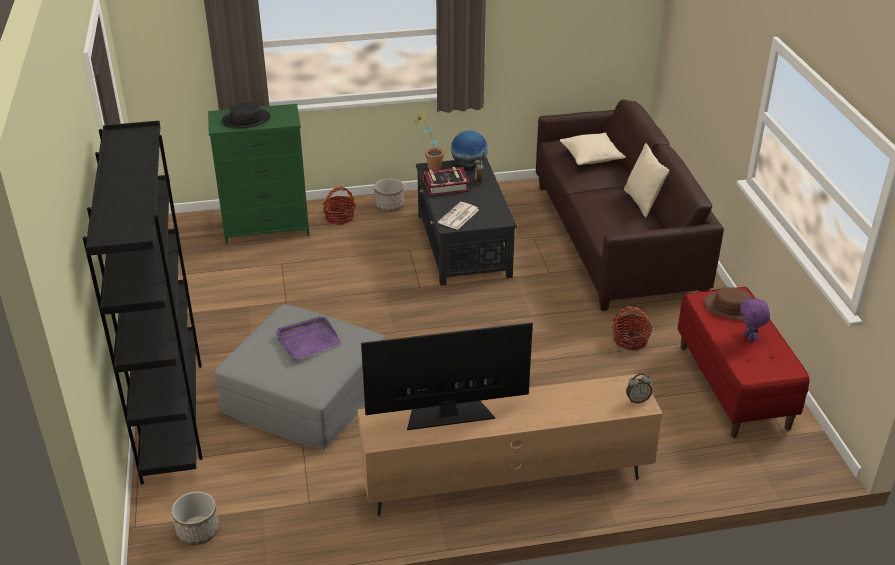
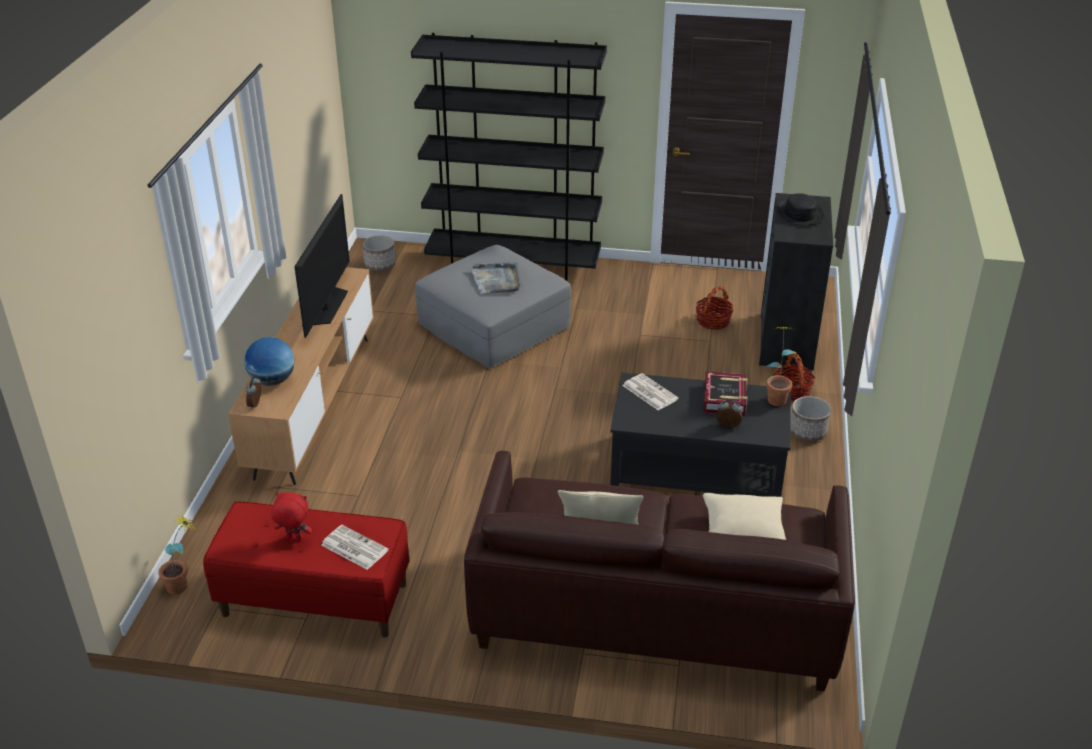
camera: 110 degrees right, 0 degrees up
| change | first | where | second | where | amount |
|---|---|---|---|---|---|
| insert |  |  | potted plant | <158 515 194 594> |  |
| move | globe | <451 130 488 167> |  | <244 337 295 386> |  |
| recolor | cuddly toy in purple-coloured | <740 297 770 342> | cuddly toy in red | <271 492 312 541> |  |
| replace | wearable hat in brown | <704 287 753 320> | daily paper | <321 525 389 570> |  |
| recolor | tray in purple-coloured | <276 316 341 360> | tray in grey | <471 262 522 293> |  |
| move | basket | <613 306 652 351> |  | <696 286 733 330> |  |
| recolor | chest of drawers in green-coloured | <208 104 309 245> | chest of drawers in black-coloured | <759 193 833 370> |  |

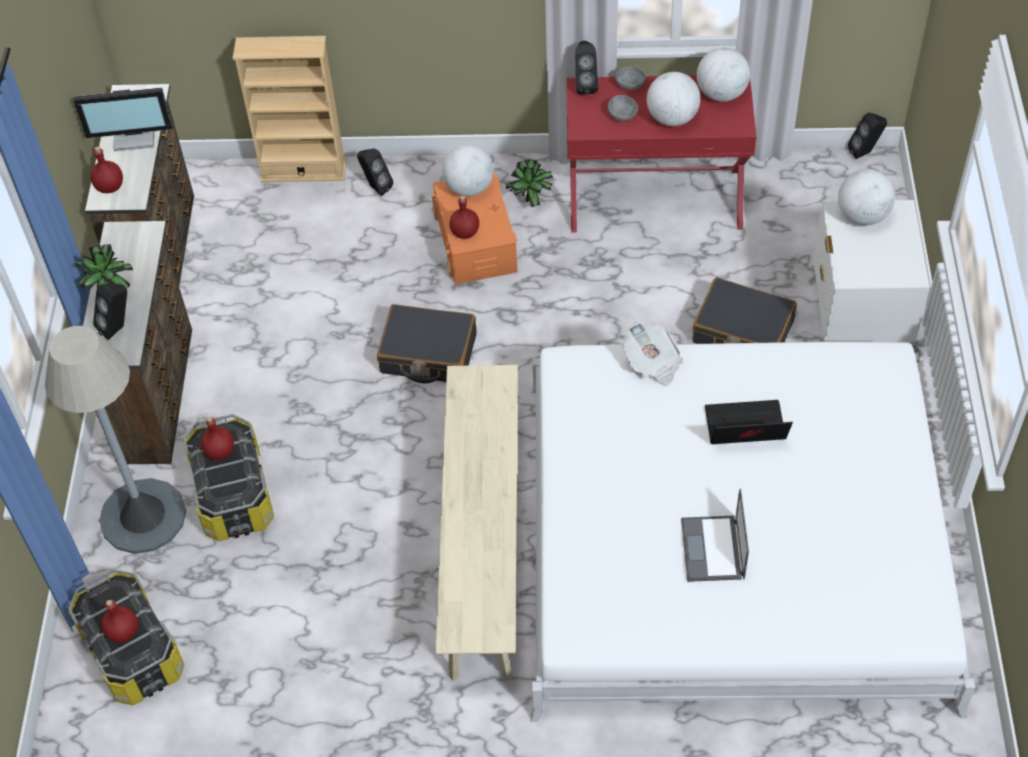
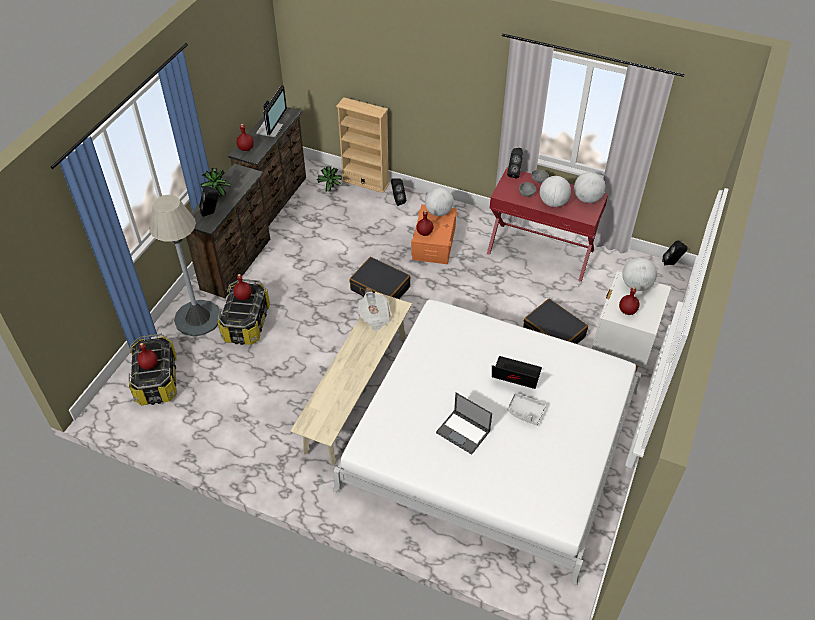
camera: 20 degrees right, 5 degrees down
| change | first | where | second | where | amount |
|---|---|---|---|---|---|
| rotate | monitor | <74 88 172 151> |  | <256 85 287 138> | 90 degrees counterclockwise |
| move | potted plant | <506 159 553 207> |  | <317 166 342 192> |  |
| move | daily paper | <623 322 683 386> |  | <358 292 391 331> |  |
| rotate | notebook computer | <681 489 749 582> |  | <436 393 492 455> | 75 degrees counterclockwise |
| insert |  |  | tray in grey | <507 393 546 426> |  |
| insert |  |  | bottle in red | <619 287 639 315> |  |

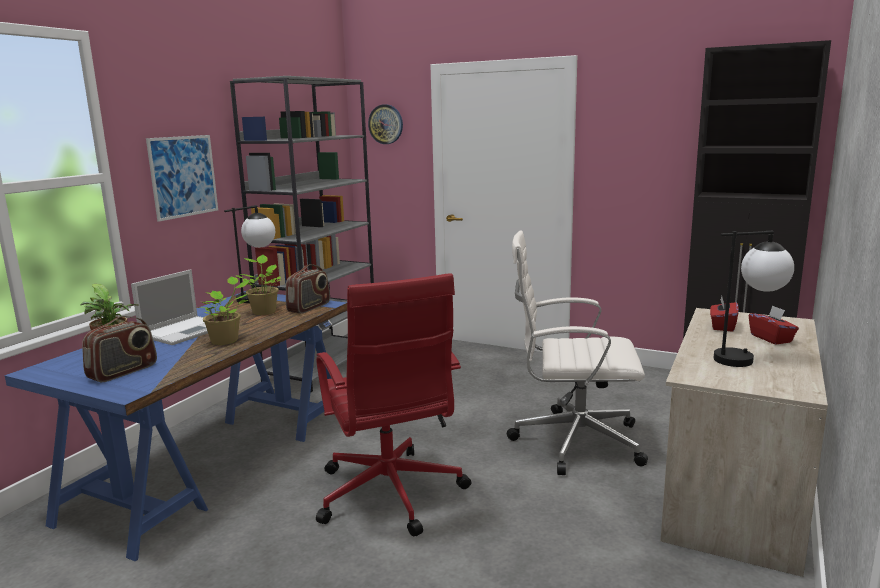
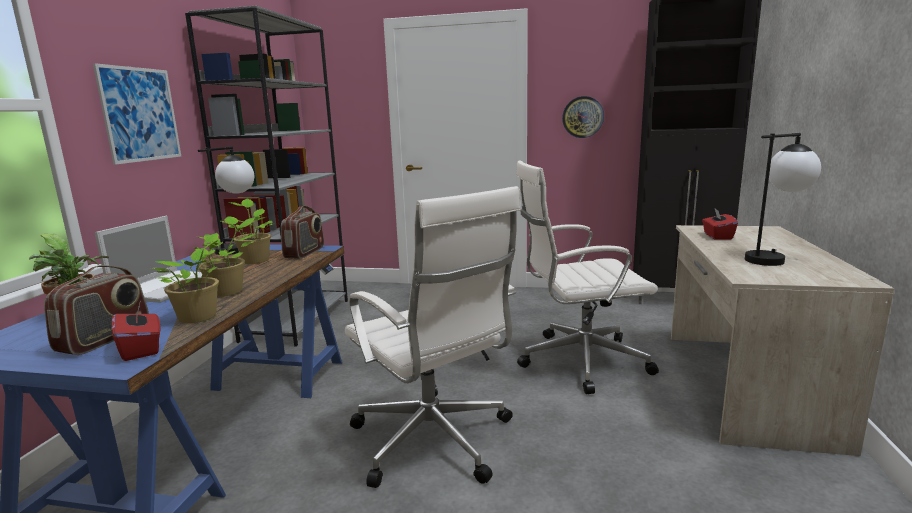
camera: 15 degrees left, 0 degrees up
| change | first | where | second | where | amount |
|---|---|---|---|---|---|
| move | tissue holder in red | <749 306 799 345> |  | <112 303 161 361> |  |
| insert |  |  | potted plant | <152 233 219 323> |  |
| recolor | computer chair in red | <316 273 471 537> | computer chair in whitish | <345 186 521 488> |  |
| move | hanging clock | <368 104 403 144> |  | <562 96 604 138> |  |

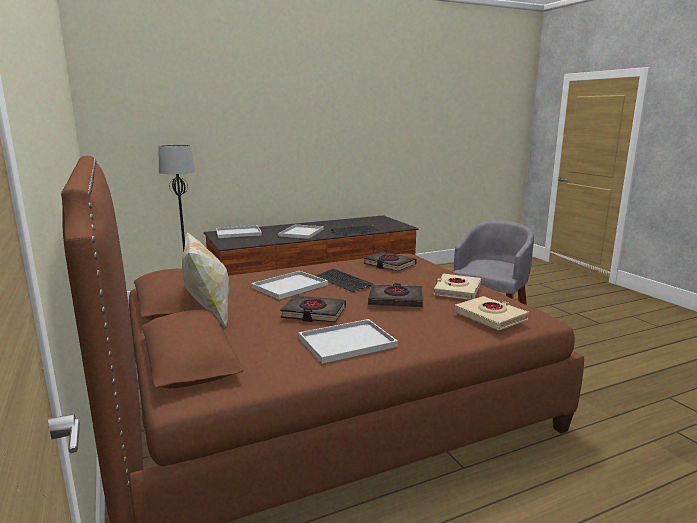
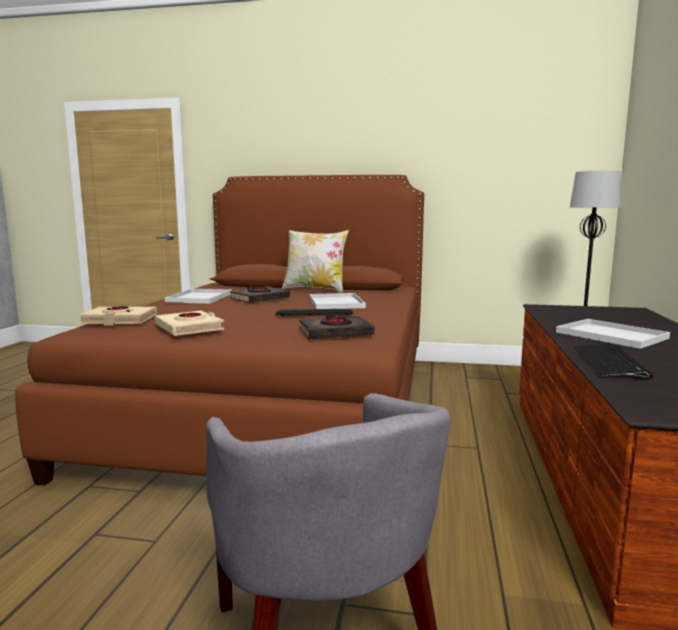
camera: 125 degrees right, 5 degrees down
| change | first | where | second | where | amount |
|---|---|---|---|---|---|
| delete | tray in whitish | <216 226 262 238> |  |  |  |
| delete | book in black-coloured | <368 283 423 307> |  |  |  |

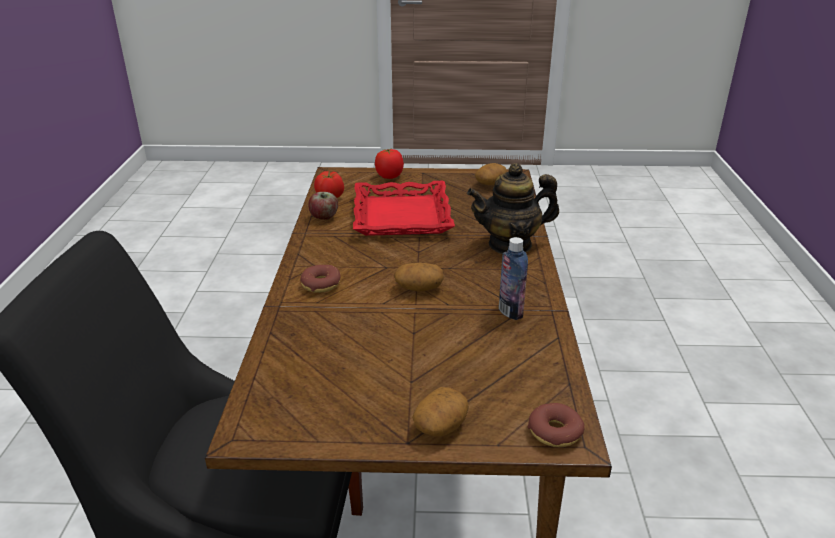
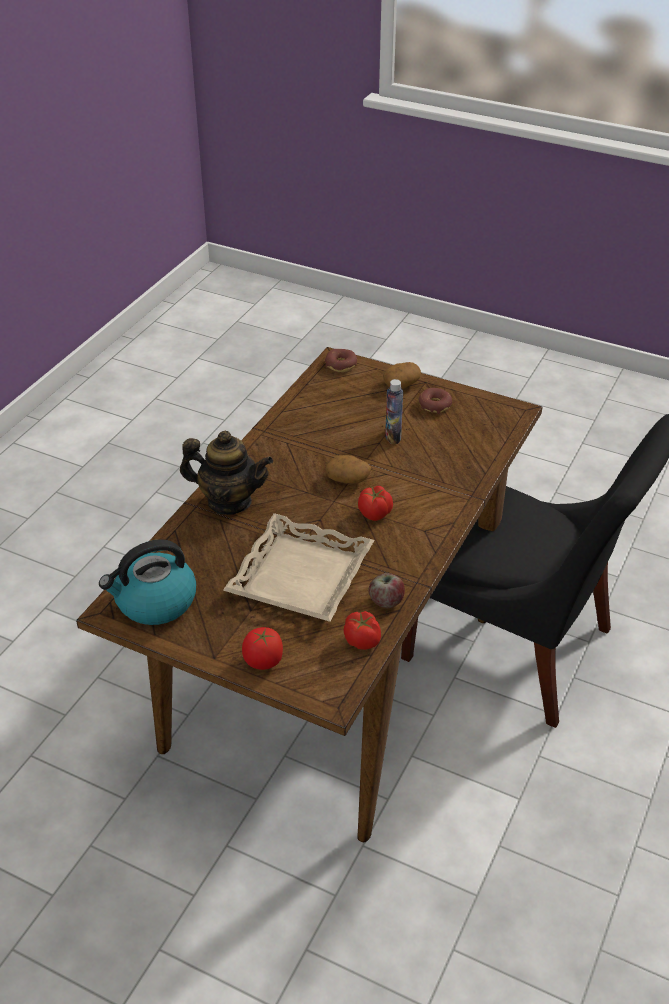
camera: 155 degrees left, 10 degrees up
| change | first | where | second | where | amount |
|---|---|---|---|---|---|
| replace | spud | <475 163 507 185> | water kettle | <99 539 196 625> |  |
| recolor | tray in red | <353 181 455 236> | tray in sand-coloured | <223 513 374 622> |  |
| insert |  |  | tomato | <358 486 393 521> |  |
| move | bottle | <499 237 528 320> |  | <385 379 403 444> |  |
| move | doughnut | <300 265 341 293> |  | <419 388 452 414> |  |

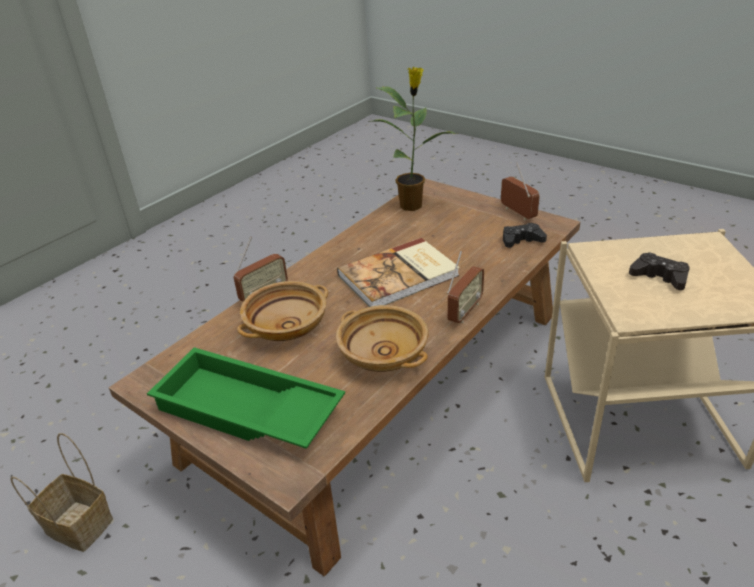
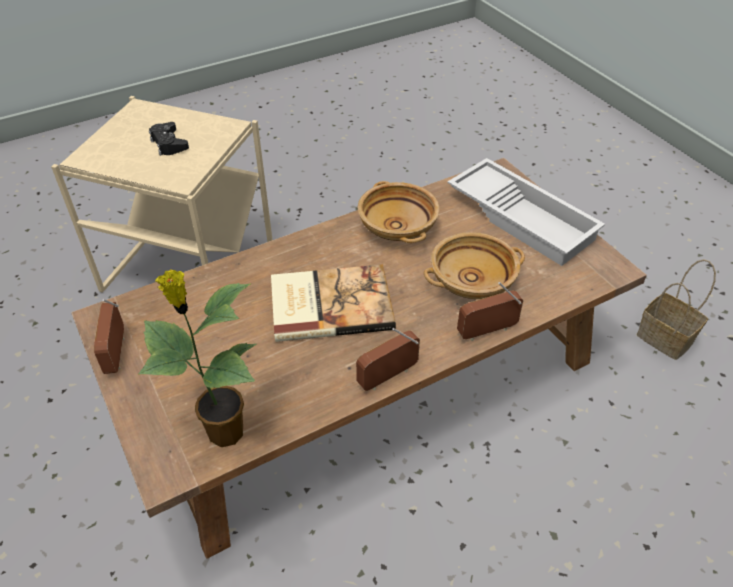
camera: 160 degrees left, 10 degrees up
| change | first | where | second | where | amount |
|---|---|---|---|---|---|
| move | radio set | <447 251 484 323> |  | <356 328 420 391> |  |
| recolor | tray in green-coloured | <147 347 345 449> | tray in whitish | <448 158 605 266> |  |
| delete | gamepad in black-coloured | <503 223 547 248> |  |  |  |

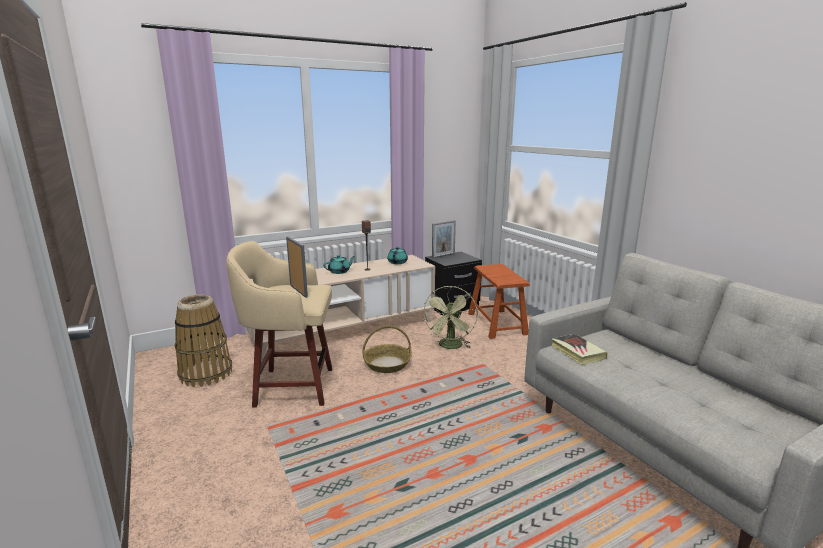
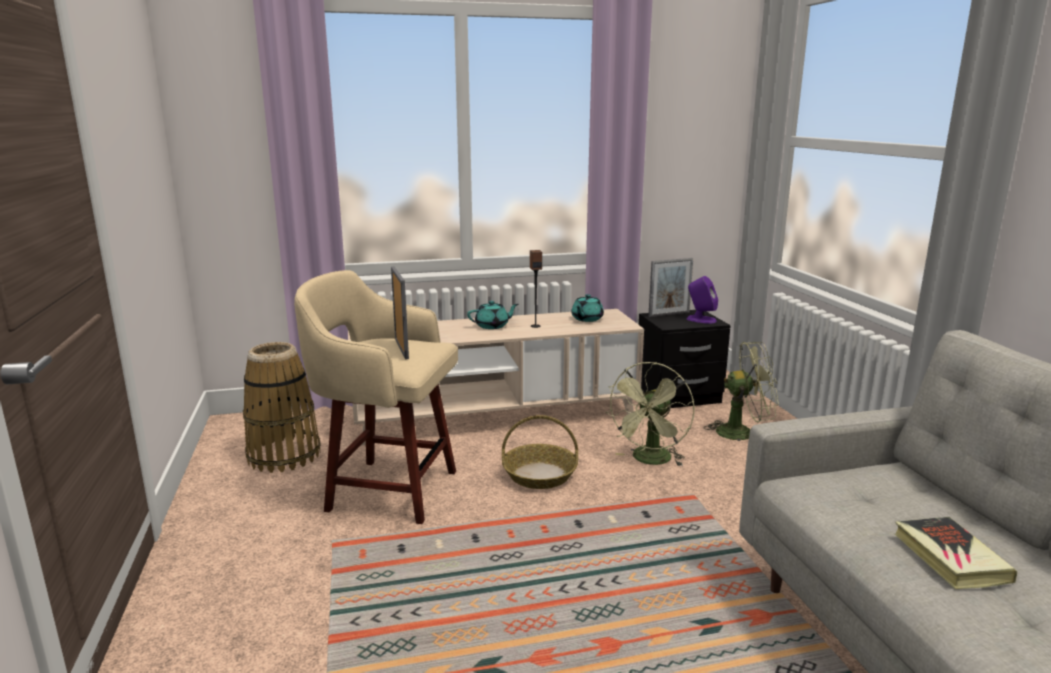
camera: 15 degrees right, 0 degrees up
| change | first | where | second | where | amount |
|---|---|---|---|---|---|
| insert |  |  | speaker in purple-coloured | <687 276 718 324> |  |
| replace | stool in brown | <468 264 530 339> | electric fan in green-coloured | <704 342 779 441> |  |
| move | book | <552 334 607 365> |  | <895 517 1017 589> |  |

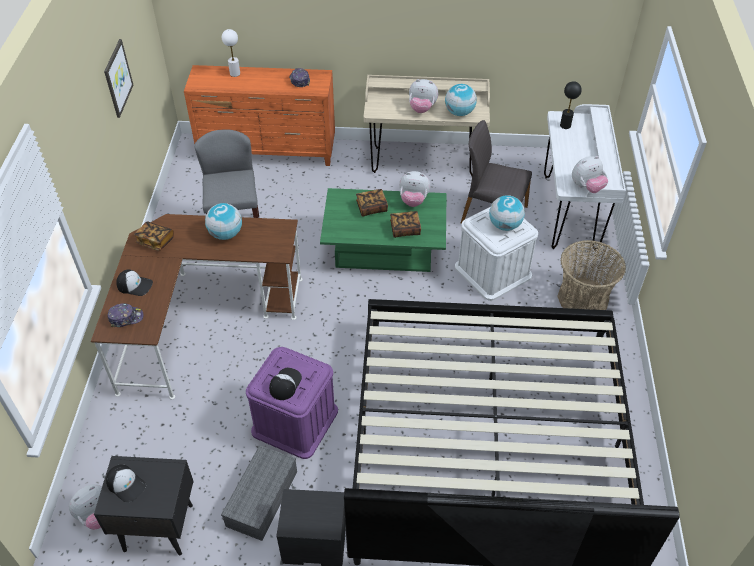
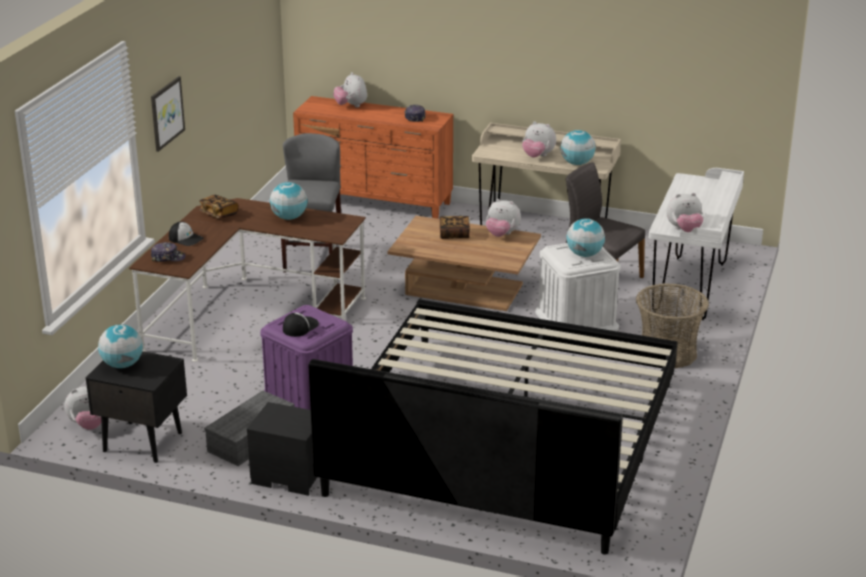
camera: 15 degrees right, 20 degrees down
| change | first | where | second | where | amount |
|---|---|---|---|---|---|
| replace | baseball cap | <106 464 146 502> | globe | <98 324 143 368> |  |
| move | wall picture | <104 39 133 118> |  | <151 76 185 152> |  |
| replace | table lamp in whitish | <222 29 240 77> | cuddly toy | <334 72 367 107> |  |
| recolor | coffee table in green-coloured | <320 188 447 272> | coffee table in brown | <388 216 541 311> |  |
| delete | book | <390 211 421 238> |  |  |  |
| delete | table lamp in black-coloured | <560 81 582 129> |  |  |  |

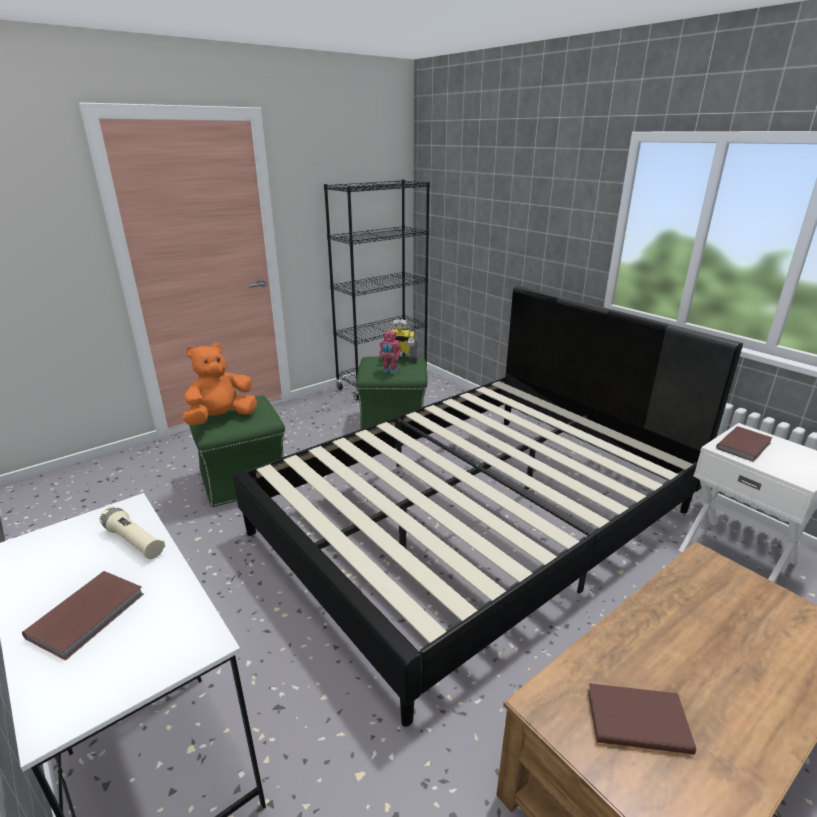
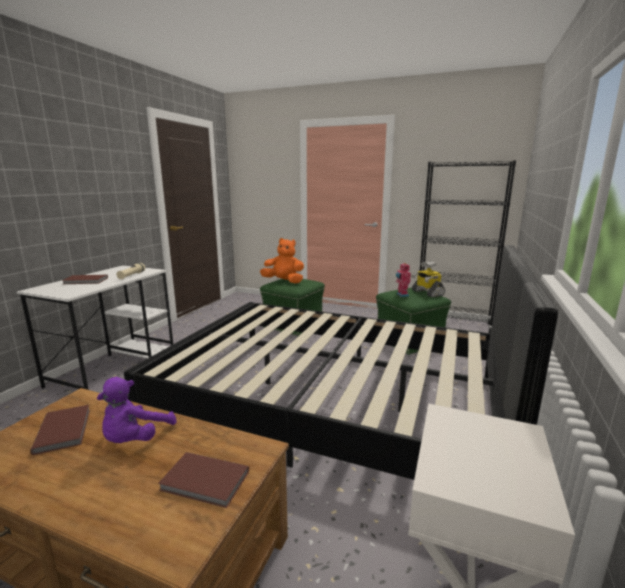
camera: 60 degrees right, 10 degrees down
| change | first | where | second | where | amount |
|---|---|---|---|---|---|
| insert |  |  | cuddly toy in purple-coloured | <97 377 176 443> |  |
| move | book in brown | <716 426 773 462> |  | <158 452 249 508> |  |

